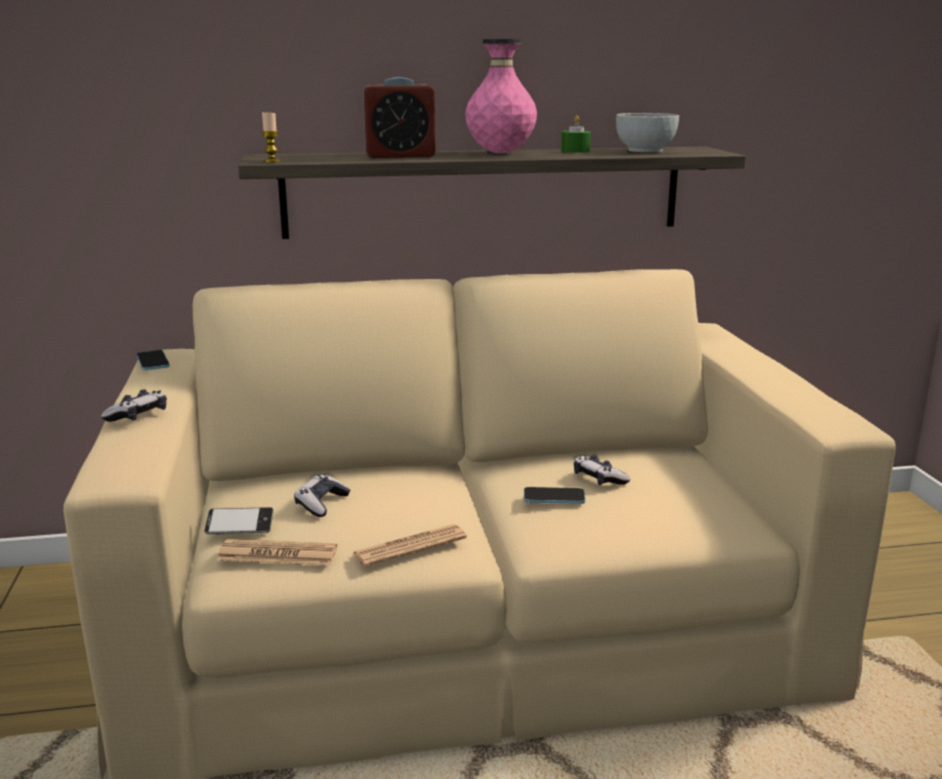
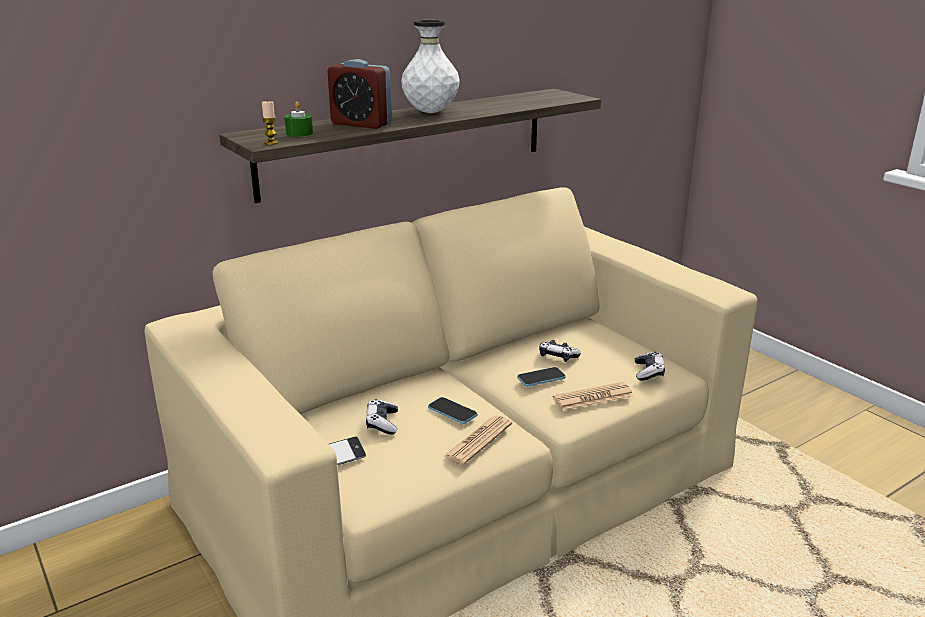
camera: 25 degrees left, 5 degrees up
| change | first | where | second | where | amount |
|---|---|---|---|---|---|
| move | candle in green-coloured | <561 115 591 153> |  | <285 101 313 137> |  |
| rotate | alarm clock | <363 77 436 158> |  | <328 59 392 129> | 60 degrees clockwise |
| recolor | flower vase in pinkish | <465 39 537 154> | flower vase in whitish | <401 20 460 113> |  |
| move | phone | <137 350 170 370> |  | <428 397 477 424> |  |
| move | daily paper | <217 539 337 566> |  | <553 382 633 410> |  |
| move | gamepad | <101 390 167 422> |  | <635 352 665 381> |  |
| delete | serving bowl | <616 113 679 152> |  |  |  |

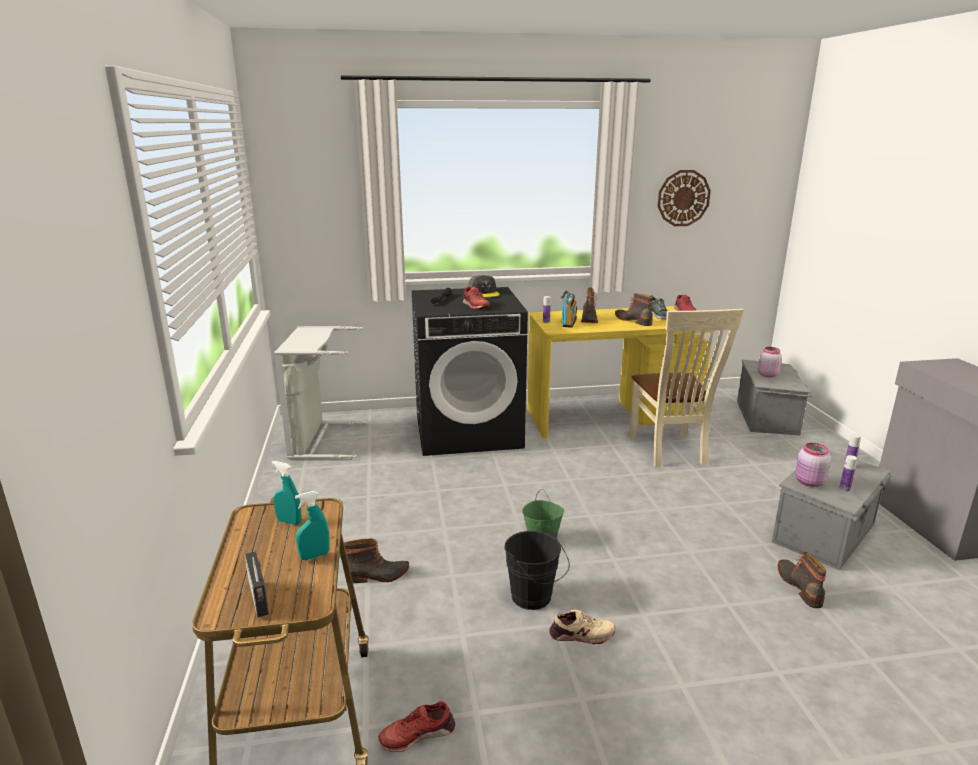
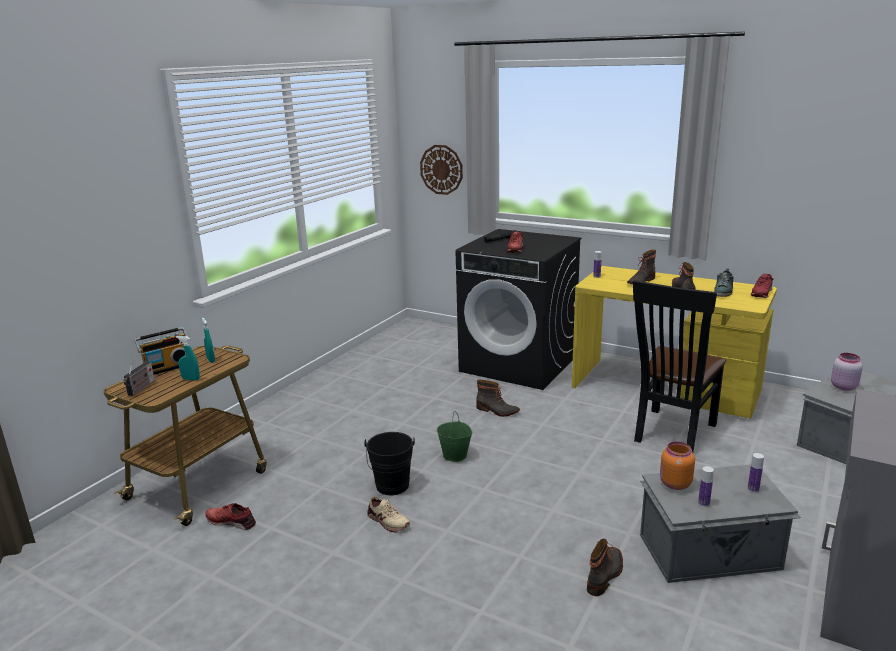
camera: 40 degrees right, 0 degrees up
| change | first | where | second | where | amount |
|---|---|---|---|---|---|
| move | radio set | <560 290 577 328> |  | <134 327 189 375> |  |
| move | hanging clock | <657 170 711 226> |  | <420 145 463 195> |  |
| move | boot | <344 539 409 583> |  | <476 380 520 417> |  |
| recolor | chair in sand-coloured | <629 309 744 467> | chair in black-coloured | <633 280 726 452> |  |
| recolor | jar in pinkish | <795 443 831 487> | jar in orangey | <660 442 695 490> |  |
| delete | hamper in grey | <274 326 370 459> |  |  |  |
| delete | baseball cap in grey | <468 275 500 298> |  |  |  |

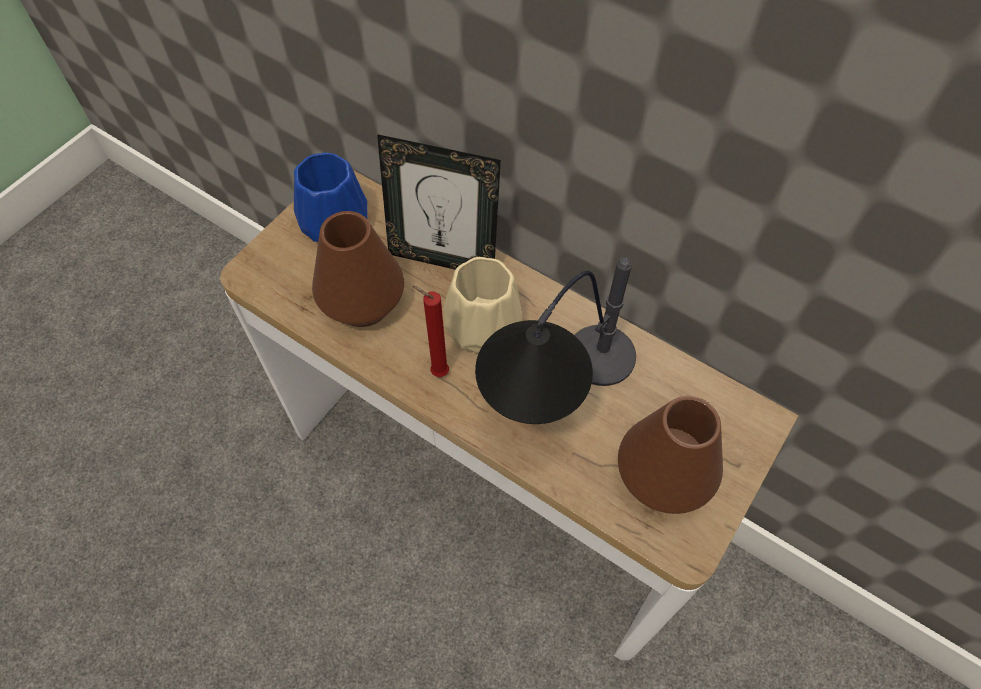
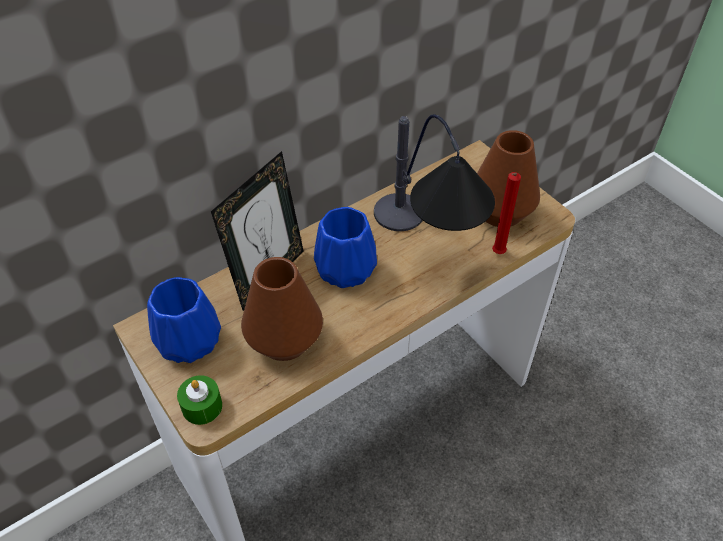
camera: 70 degrees left, 10 degrees down
| change | first | where | second | where | amount |
|---|---|---|---|---|---|
| insert |  |  | candle in green-coloured | <177 375 222 425> |  |
| recolor | flower vase in sand-coloured | <444 257 522 353> | flower vase in blue-coloured | <314 207 377 288> |  |
| move | candle in red | <413 286 449 377> |  | <492 172 521 254> |  |

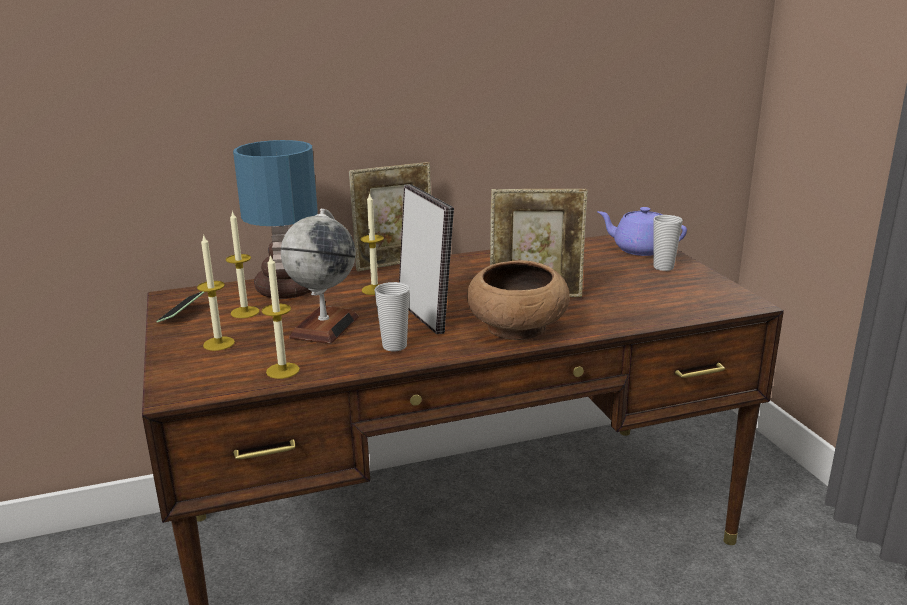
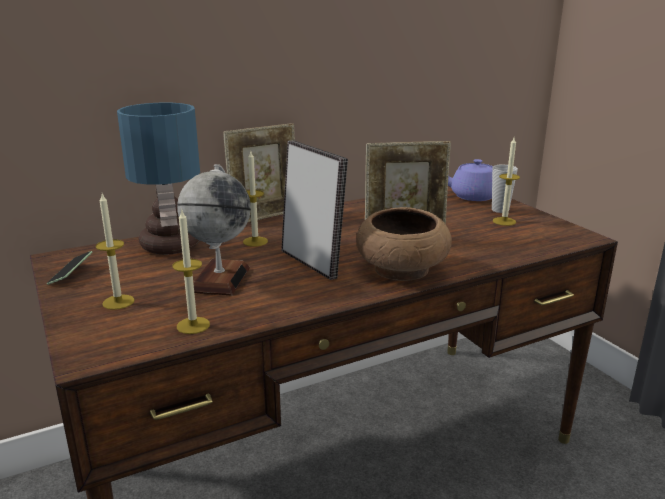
camera: 10 degrees left, 0 degrees up
| change | first | where | second | where | amount |
|---|---|---|---|---|---|
| move | candle | <226 210 260 318> |  | <493 138 520 226> |  |
| delete | small cup | <374 282 410 351> |  |  |  |

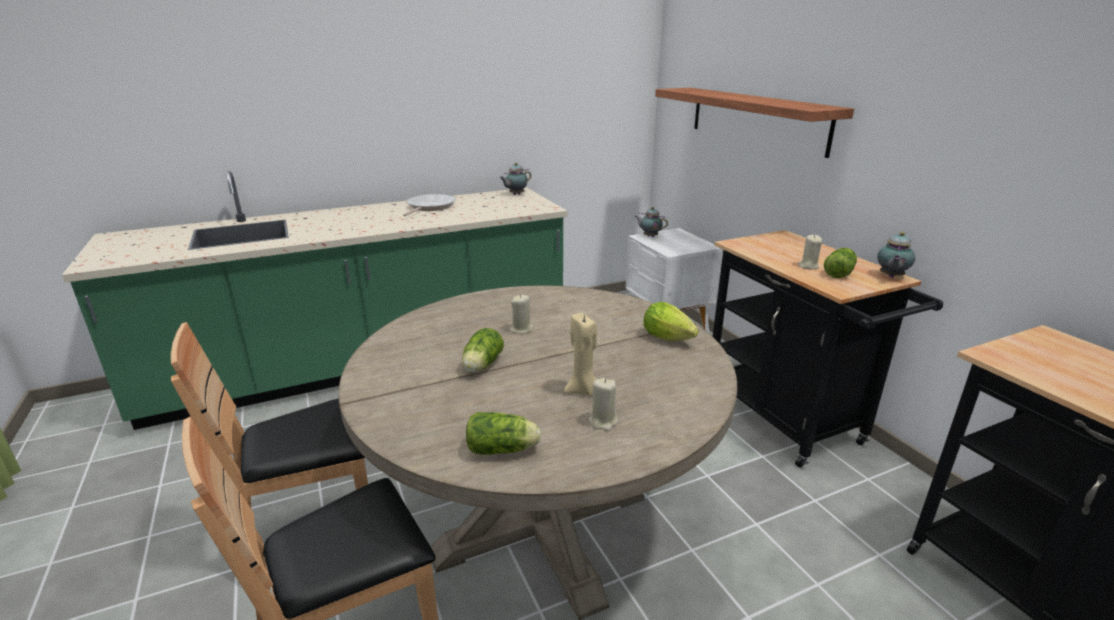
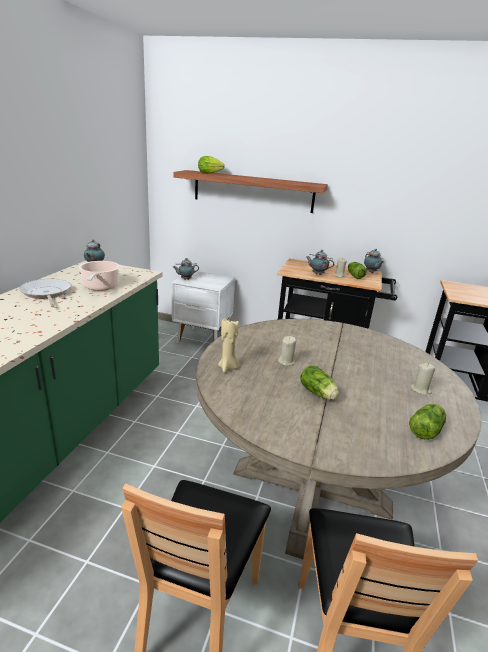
camera: 50 degrees left, 0 degrees up
| change | first | where | second | where | amount |
|---|---|---|---|---|---|
| insert |  |  | cooking pot | <79 261 120 291> |  |
| move | head of lettuce | <643 302 699 341> |  | <198 156 225 174> |  |
| move | candle in sand-coloured | <564 313 597 396> |  | <218 317 239 373> |  |
| insert |  |  | teapot | <306 250 334 275> |  |

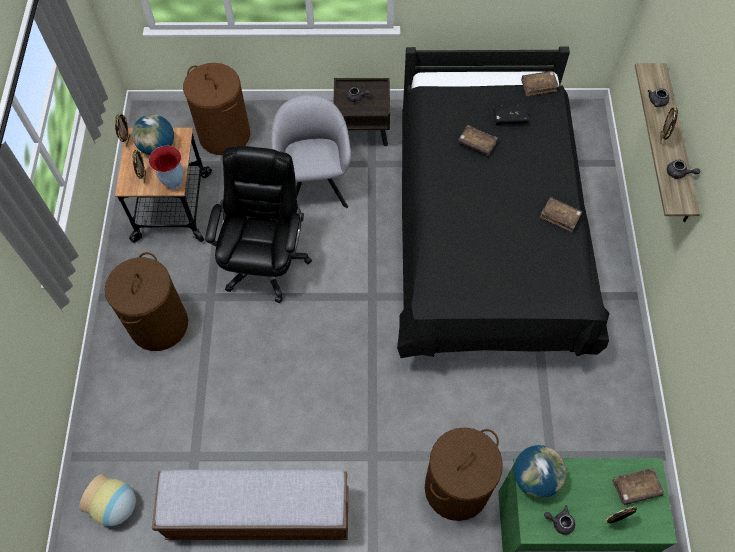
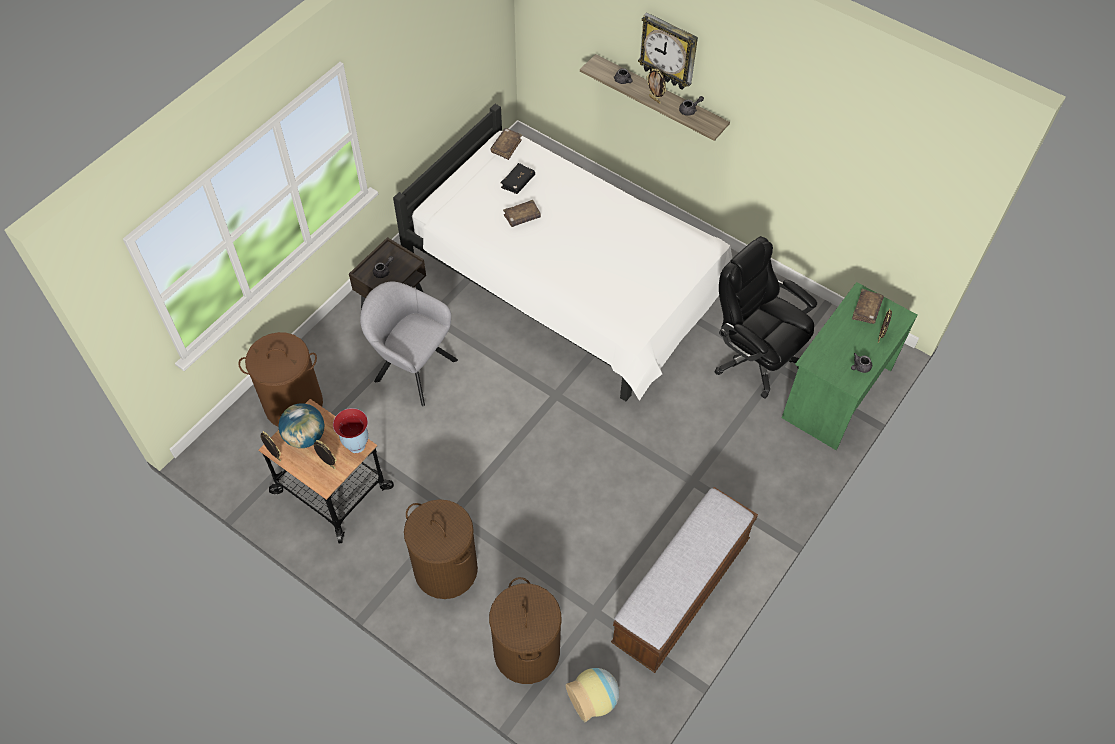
camera: 55 degrees left, 5 degrees down
| change | first | where | second | where | amount |
|---|---|---|---|---|---|
| recolor | bed in black-coloured | <397 46 610 358> | bed in whitish | <393 104 732 401> |  |
| move | hamper in brown | <425 427 503 521> |  | <489 577 562 684> |  |
| insert |  |  | hanging clock | <638 12 698 89> |  |
| move | computer chair in black-coloured | <205 146 312 303> |  | <714 236 817 399> |  |
| delete | globe | <514 445 566 498> |  |  |  |
| delete | book in brown | <539 197 582 233> |  |  |  |

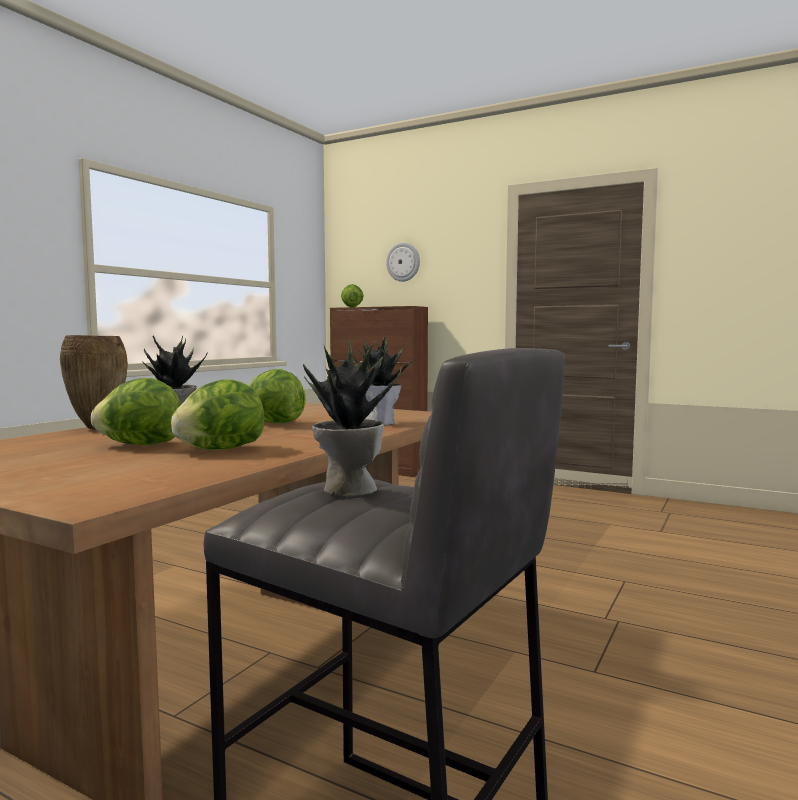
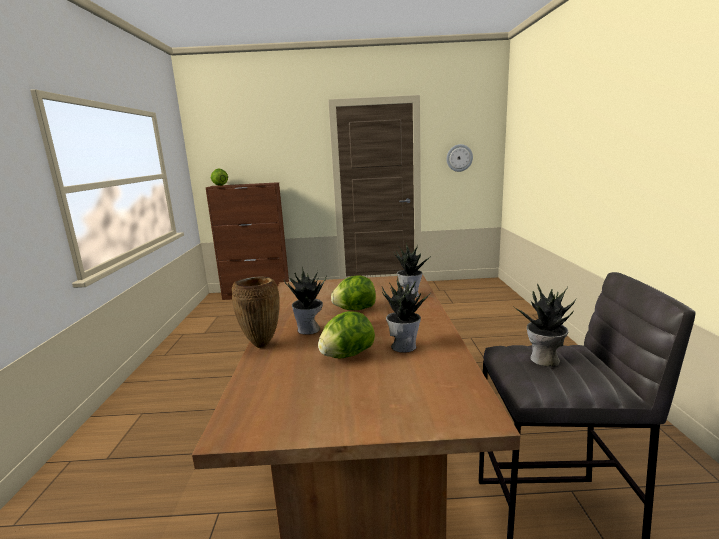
camera: 30 degrees left, 10 degrees up
| change | first | where | second | where | amount |
|---|---|---|---|---|---|
| replace | head of lettuce | <171 379 265 450> | potted plant | <382 278 431 353> |  |
| move | hanging clock | <386 242 420 282> |  | <446 144 473 172> |  |

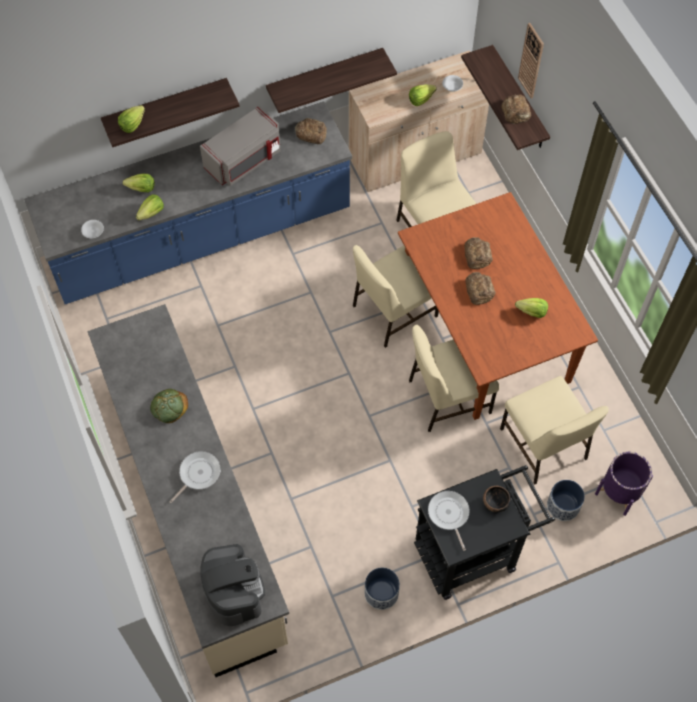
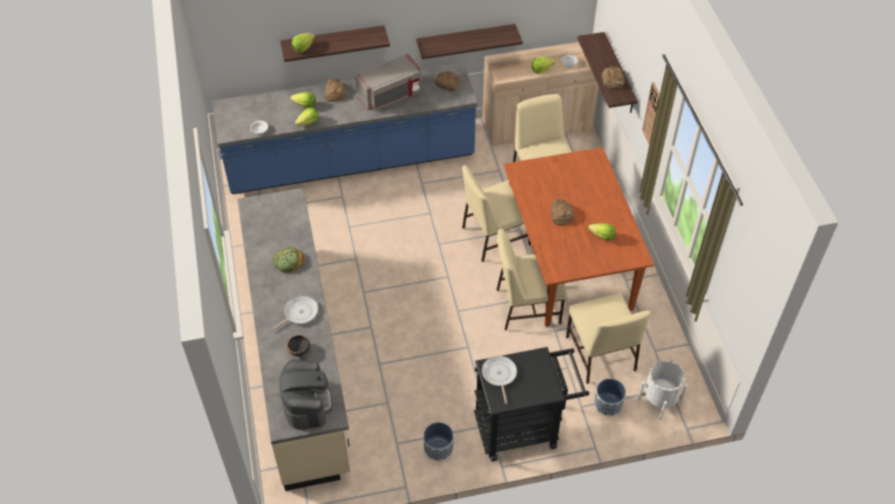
camera: 10 degrees right, 10 degrees down
| change | first | where | second | where | amount |
|---|---|---|---|---|---|
| move | serving bowl | <483 486 511 512> |  | <286 335 310 357> |  |
| move | bread | <465 237 493 269> |  | <324 79 347 101> |  |
| recolor | plant pot in purple-coloured | <595 452 653 516> | plant pot in whitish | <638 360 688 420> |  |
| move | hanging clock | <518 23 544 98> |  | <642 82 660 144> |  |

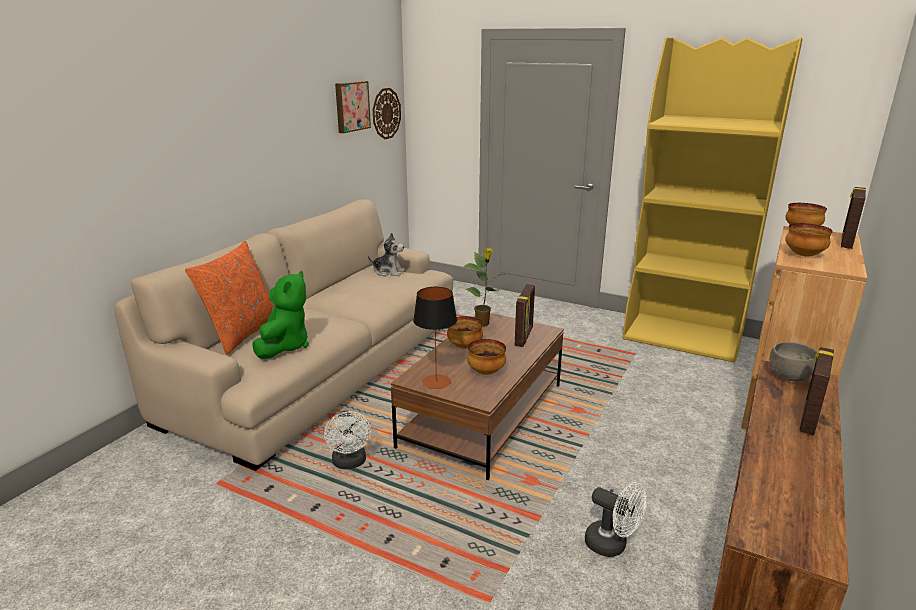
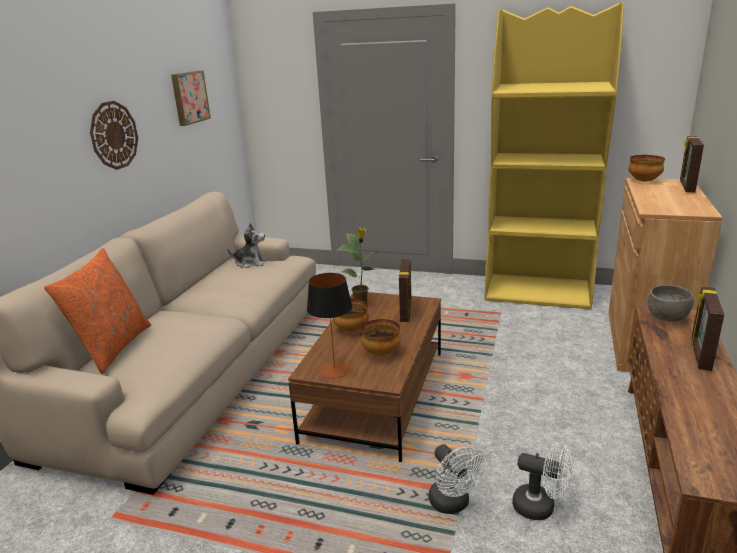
camera: 10 degrees left, 0 degrees up
| change | first | where | second | where | amount |
|---|---|---|---|---|---|
| move | hanging clock | <373 88 401 139> |  | <90 101 138 170> |  |
| move | electric fan in whitish | <324 410 371 469> |  | <429 444 484 514> |  |
| delete | cuddly toy in green-coloured | <252 271 309 359> |  |  |  |
| delete | serving bowl | <786 223 833 256> |  |  |  |

